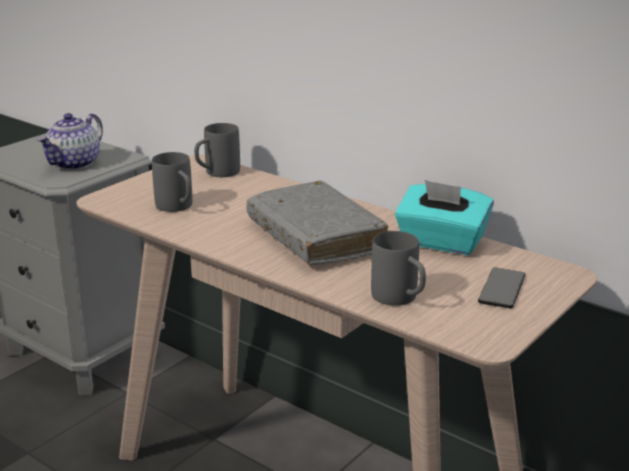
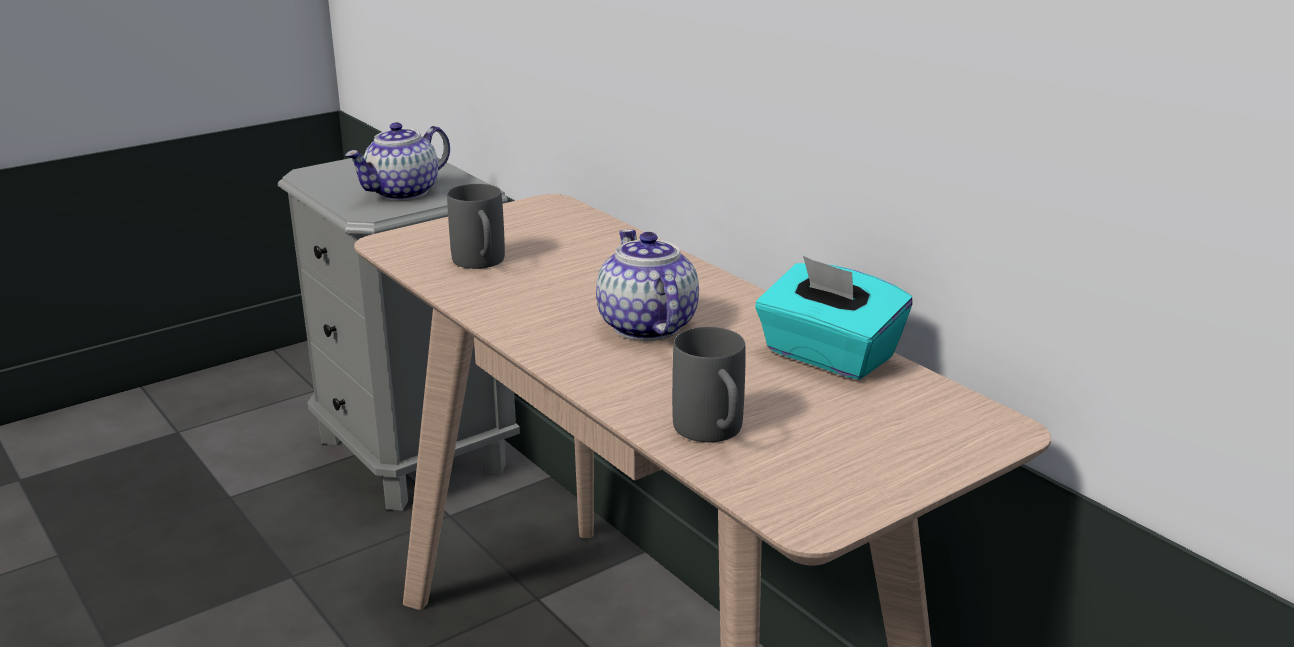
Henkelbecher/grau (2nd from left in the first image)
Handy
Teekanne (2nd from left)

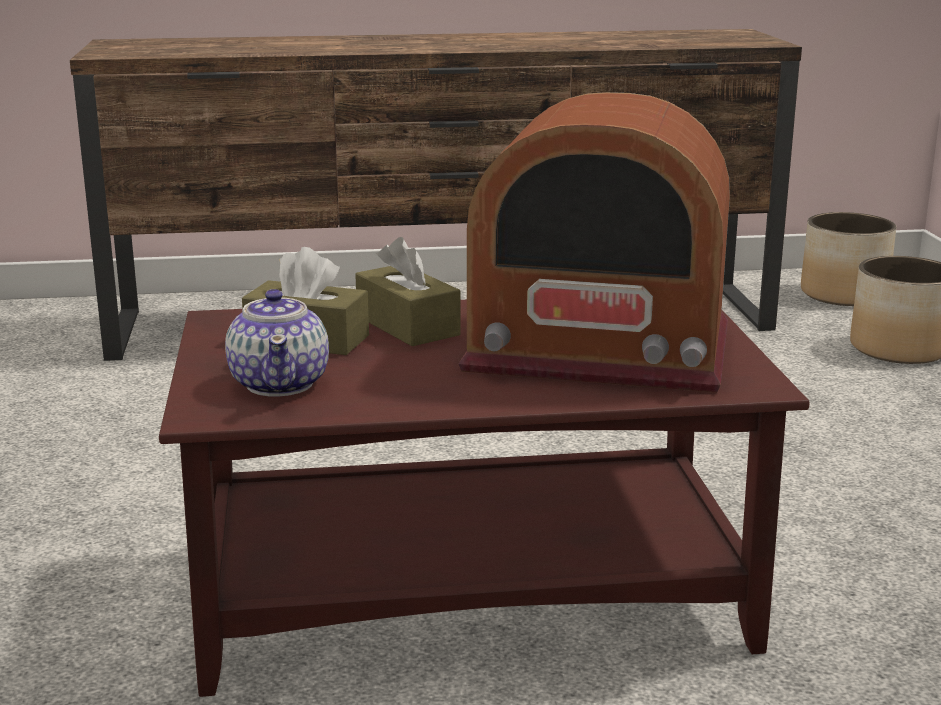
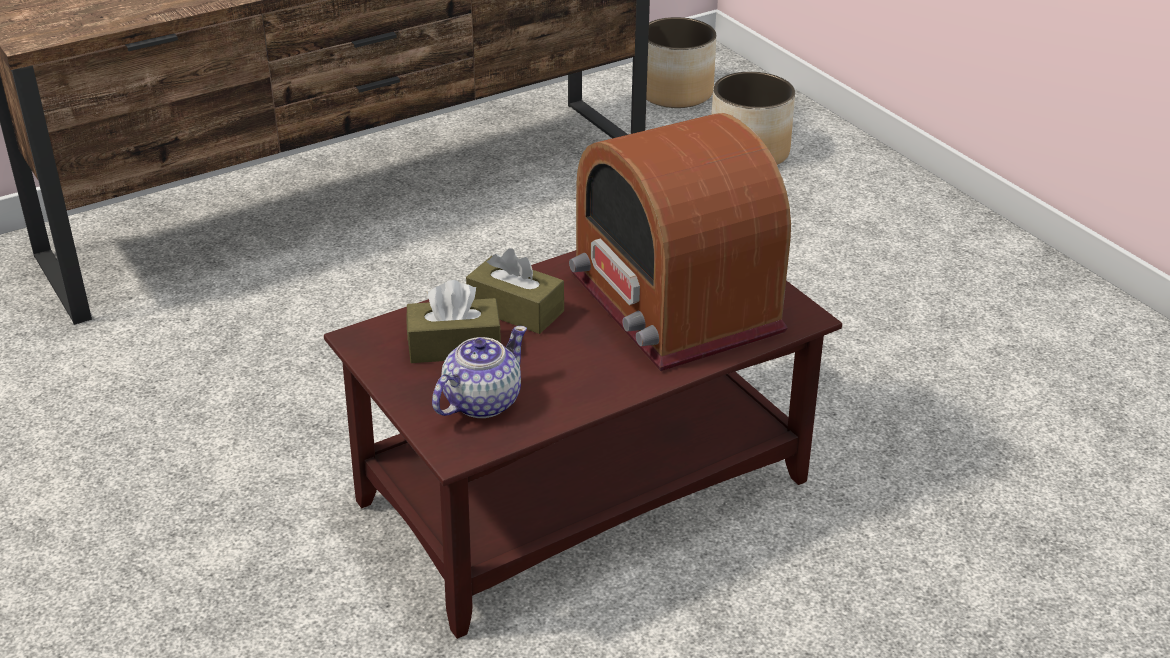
Teekanne
Radio

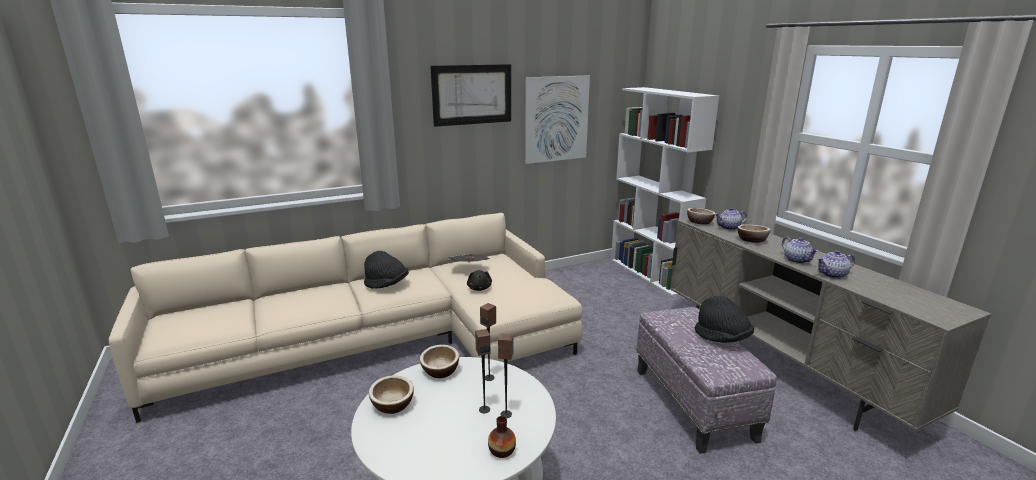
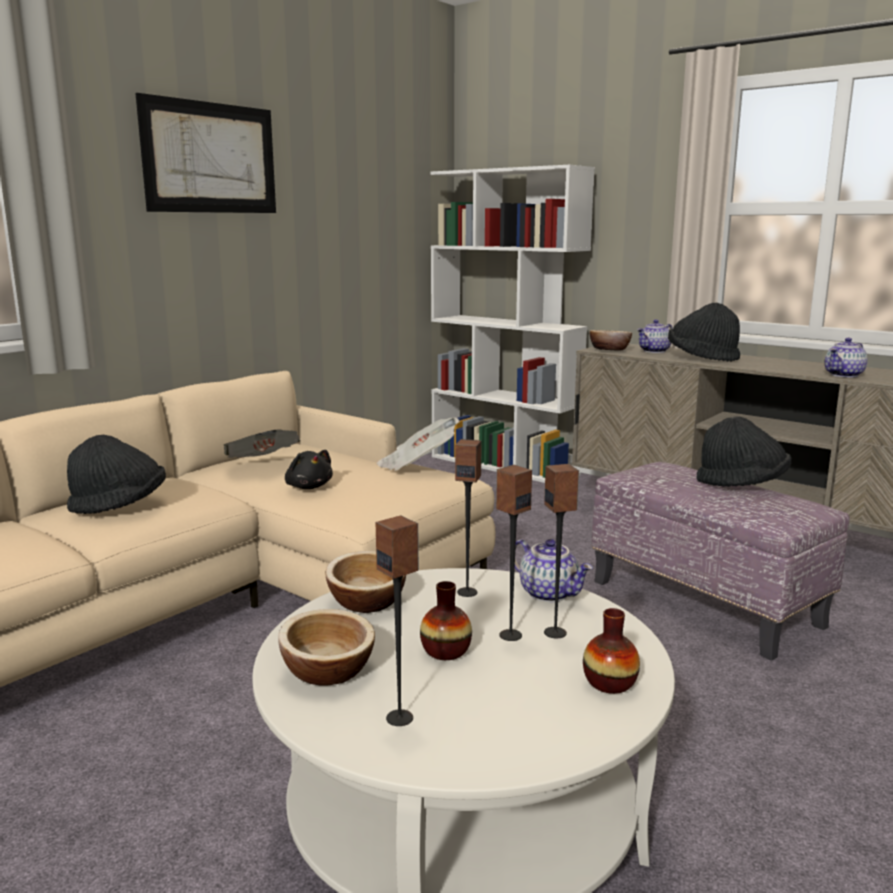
Bild (2nd from left in the first image)
Lautsprecher (1st from left)
Zeitung (2nd from left)
Vase (1st from left)
Teekanne (1st from left)
Hut/schwarz (2nd from left)

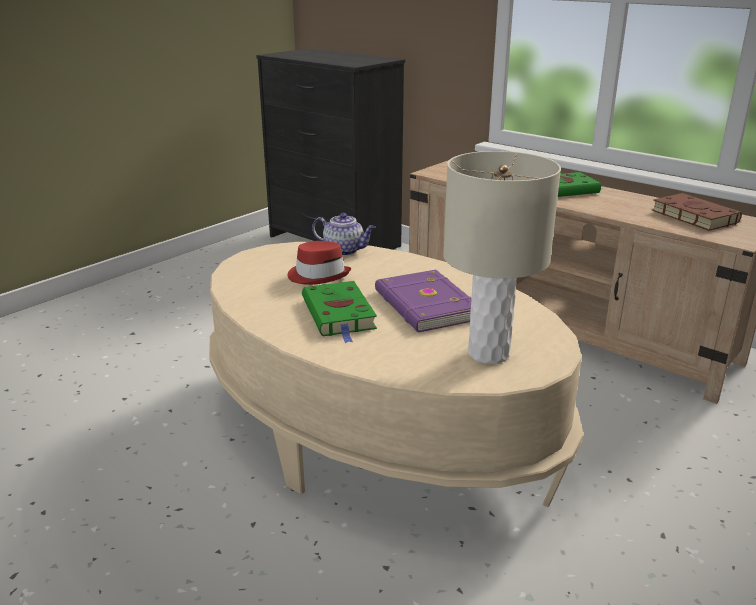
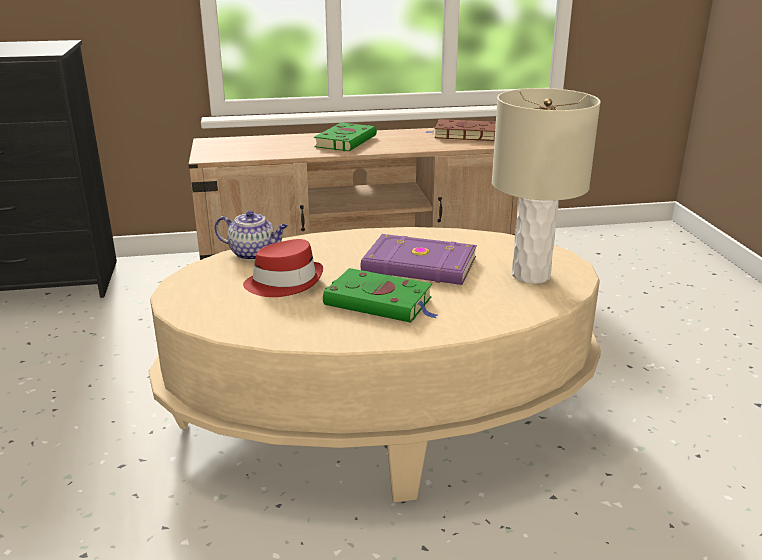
Teekanne

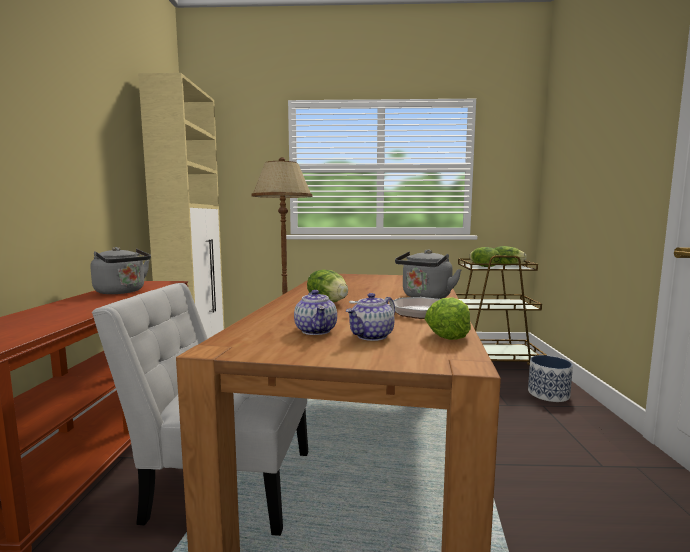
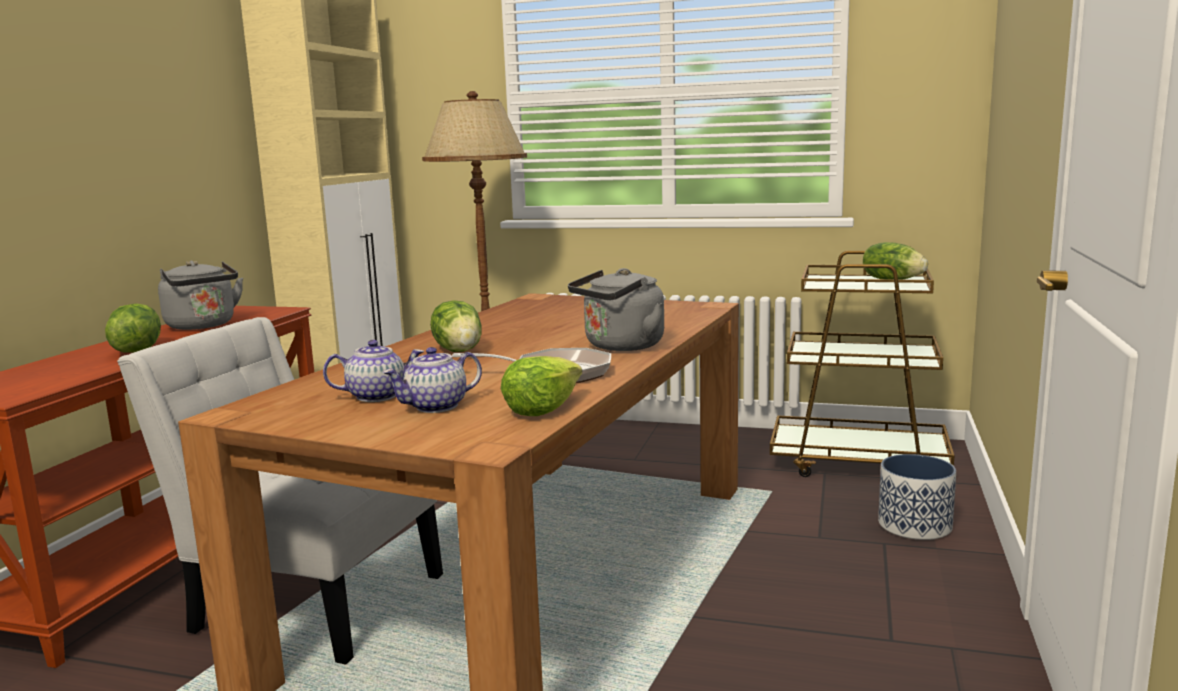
Salatkopf (1st from left)
Teekanne (1st from left)

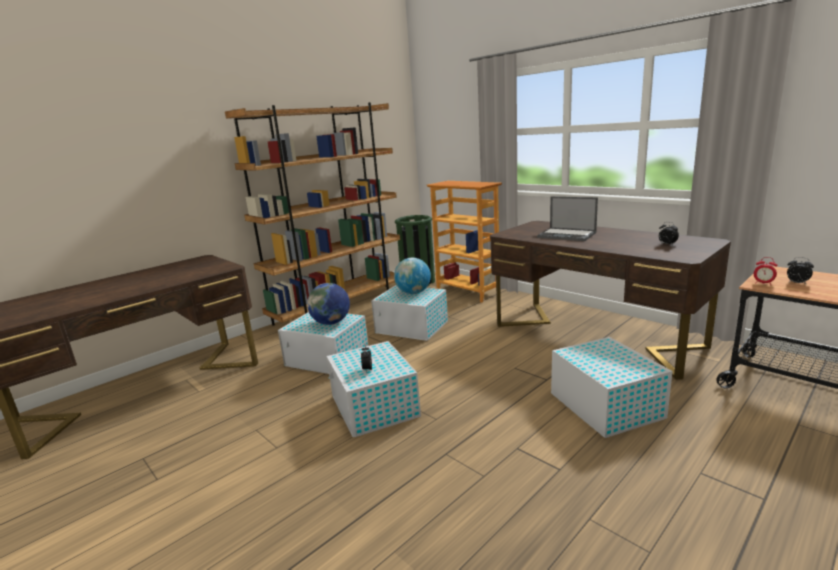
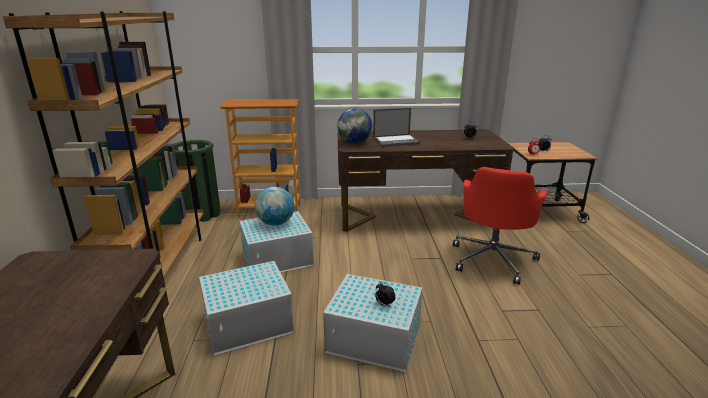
Globus (2nd from left)
Bürostuhl/rot

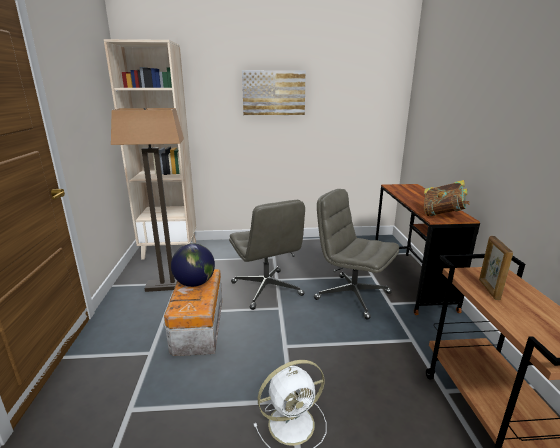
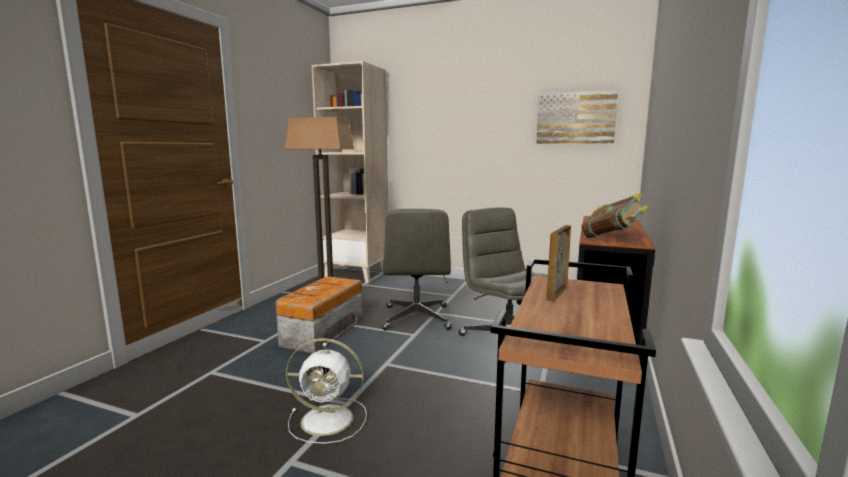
Globus
Bild

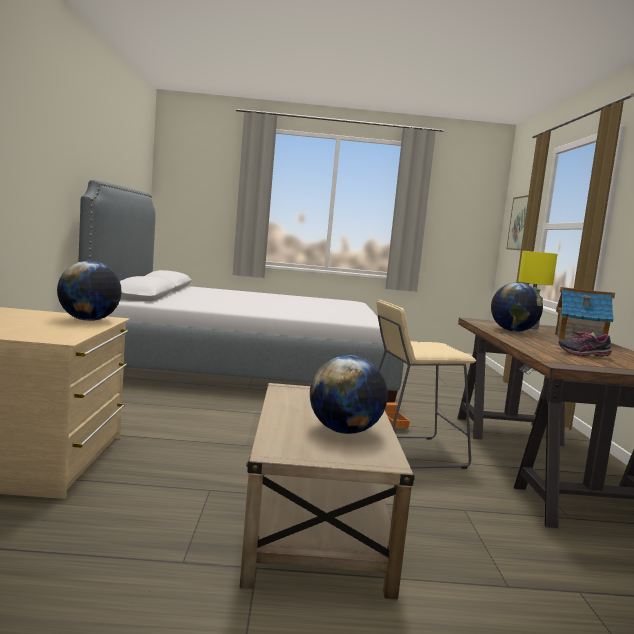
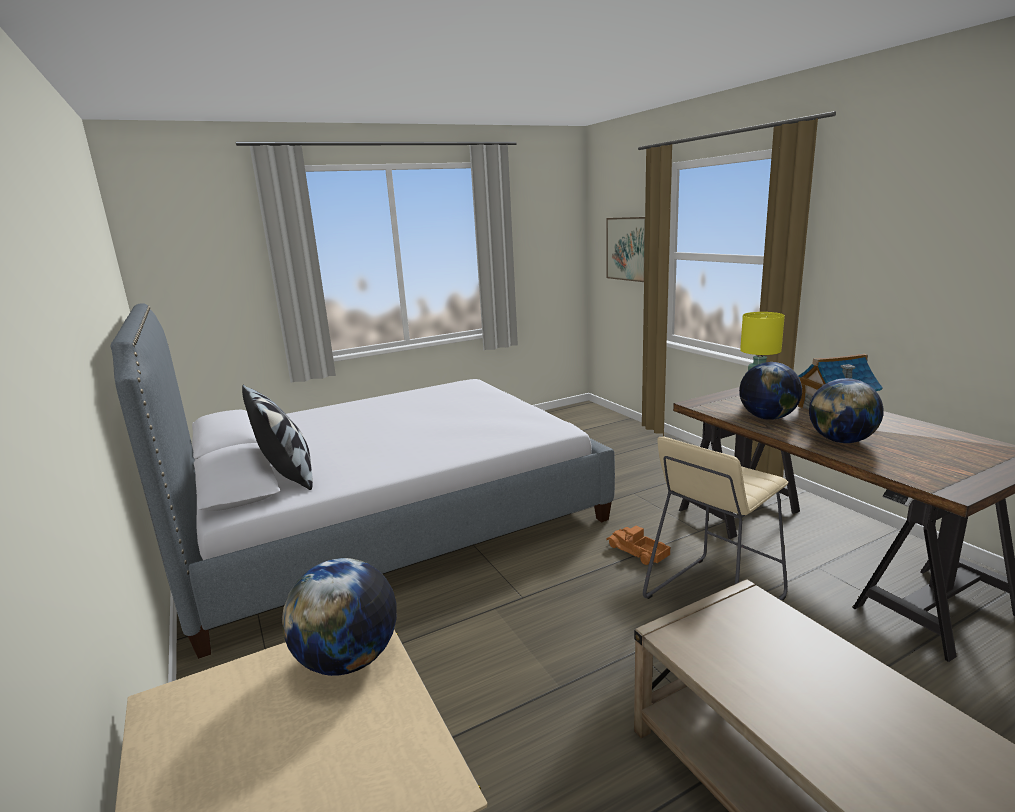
Schuh
Kissen
Globus (3rd from left)

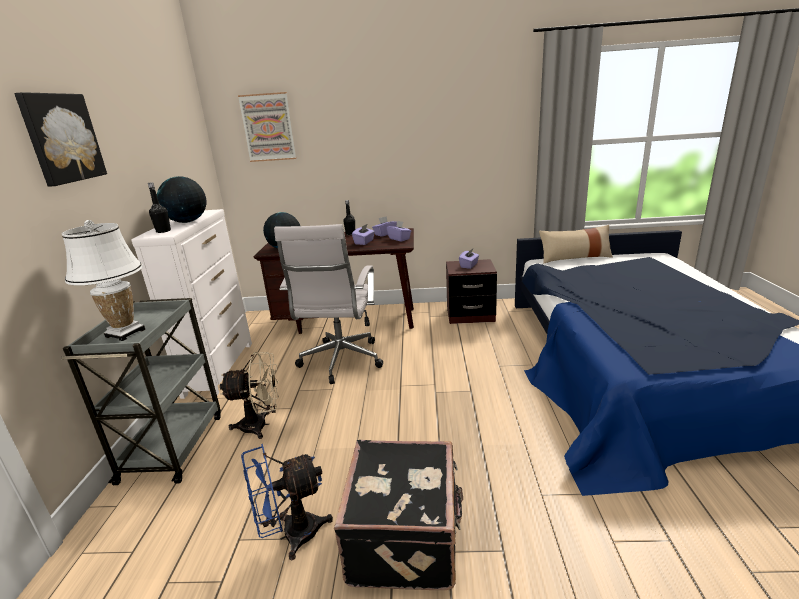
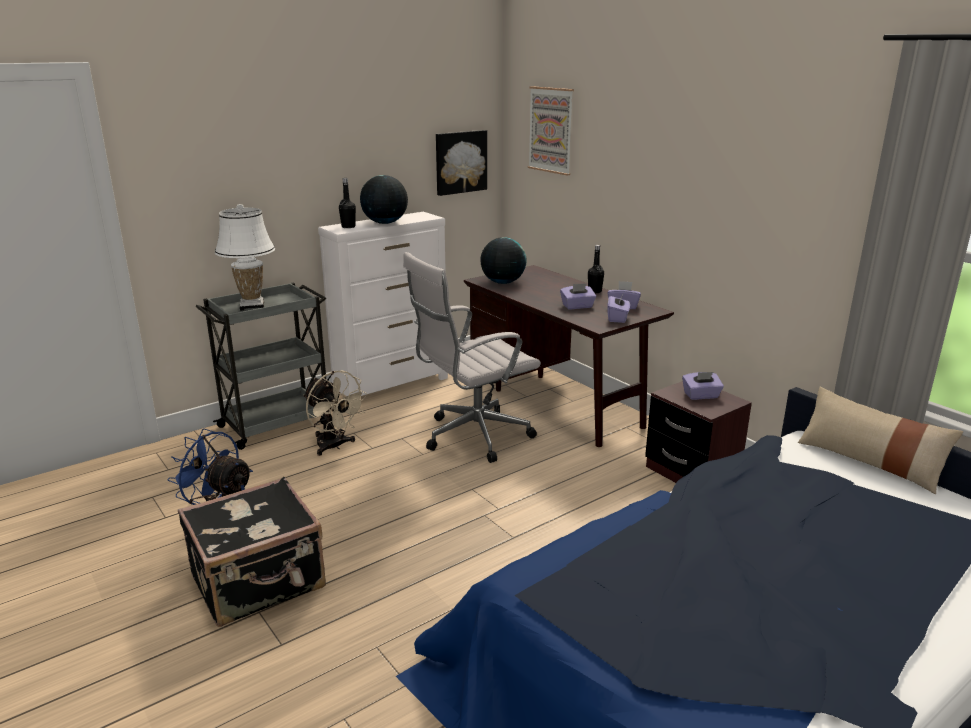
Bild (1st from left)

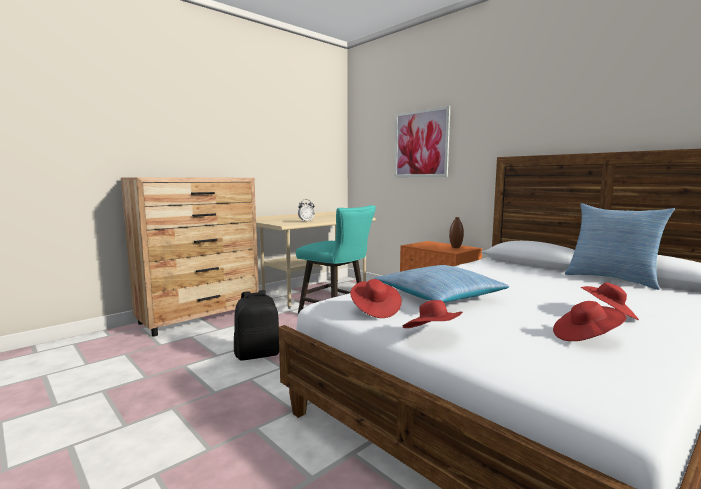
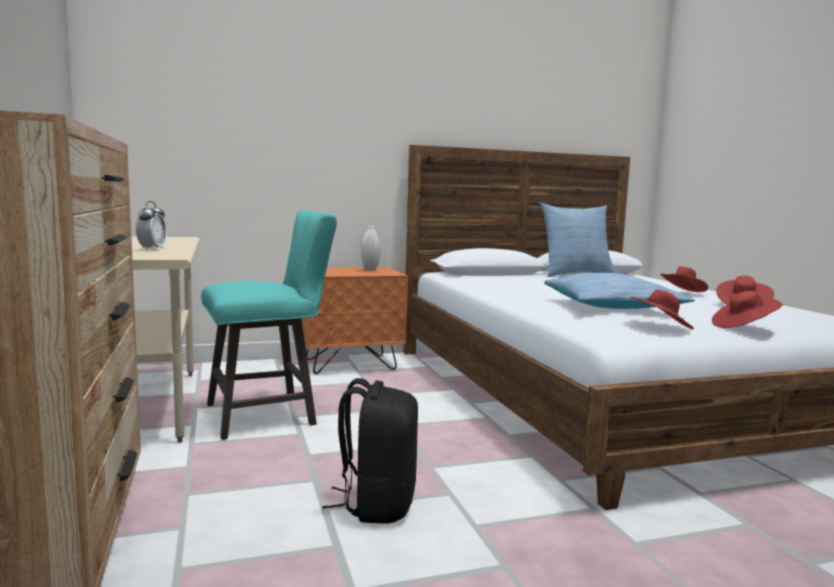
Bild
Vase/weiß

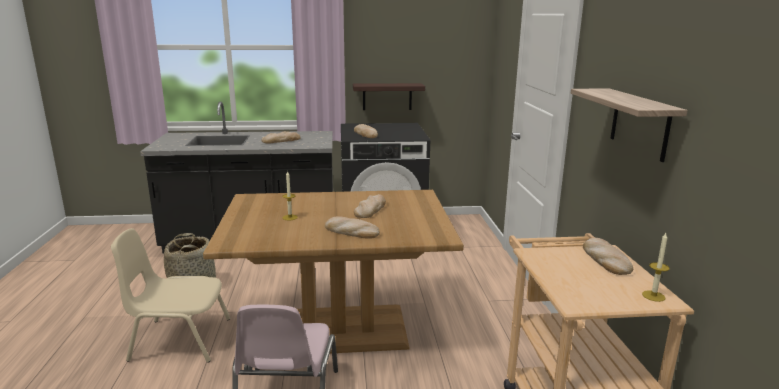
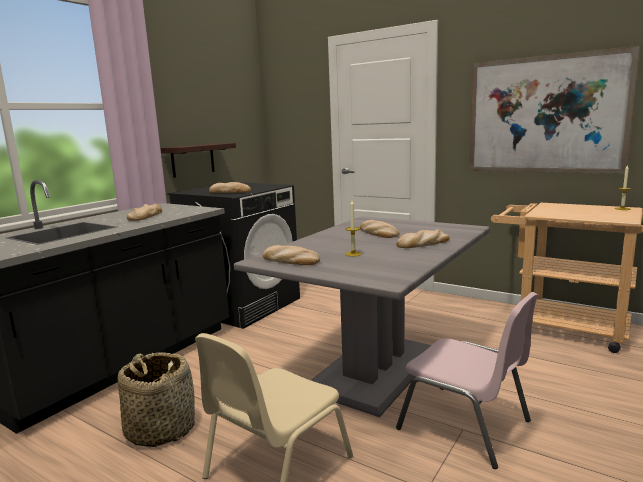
Brot (3rd from left)
Bild
Esstisch/grau

